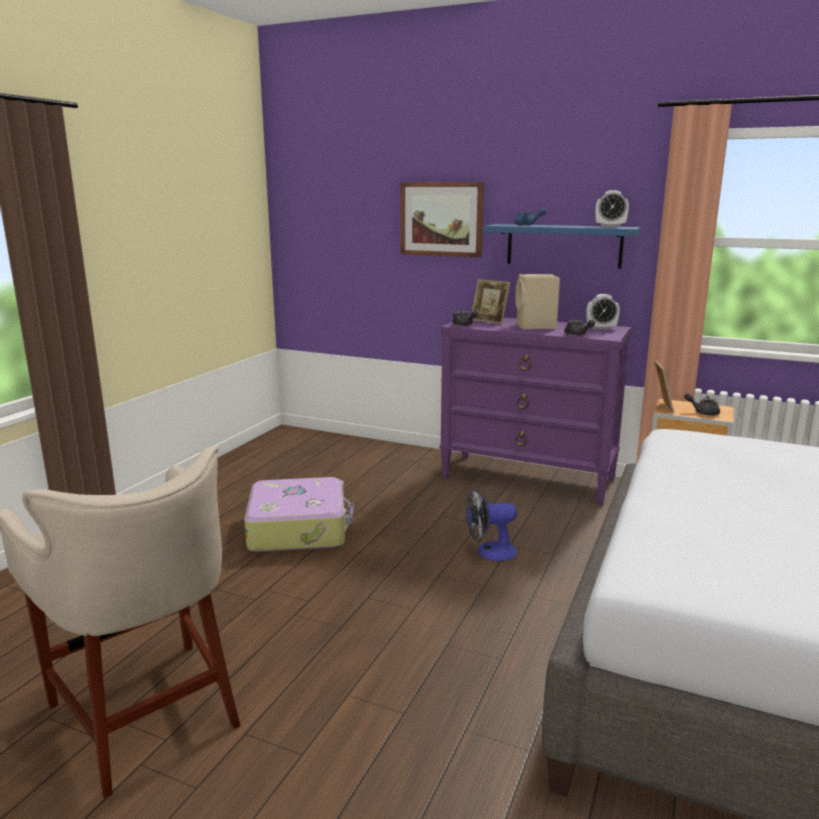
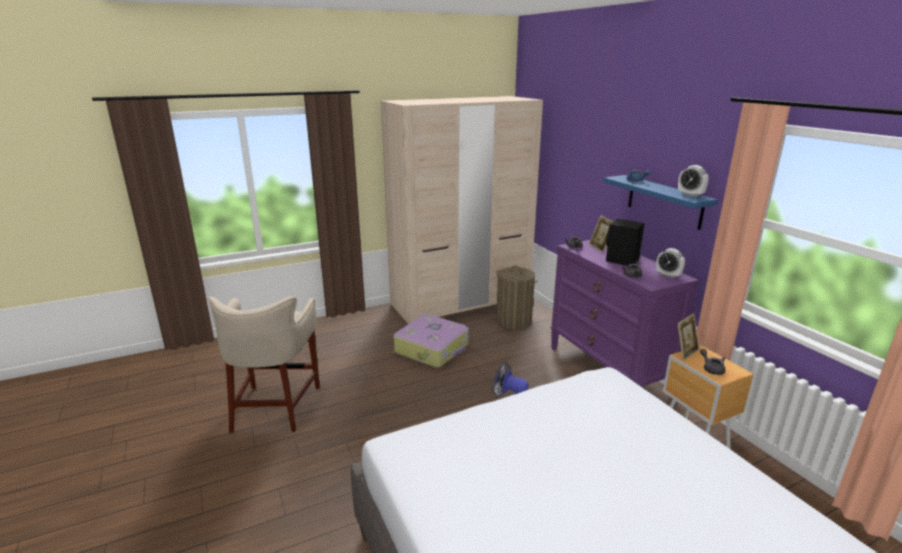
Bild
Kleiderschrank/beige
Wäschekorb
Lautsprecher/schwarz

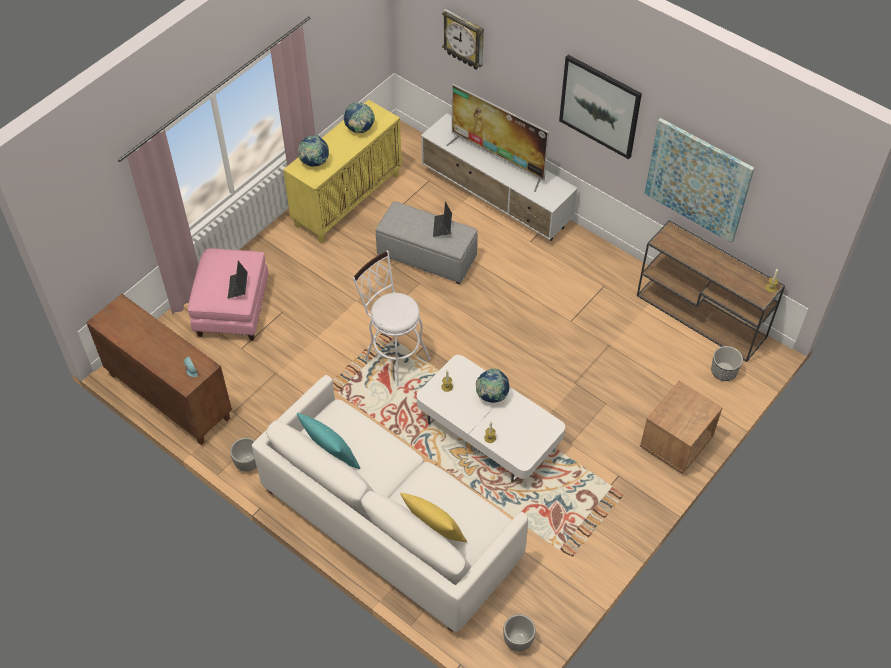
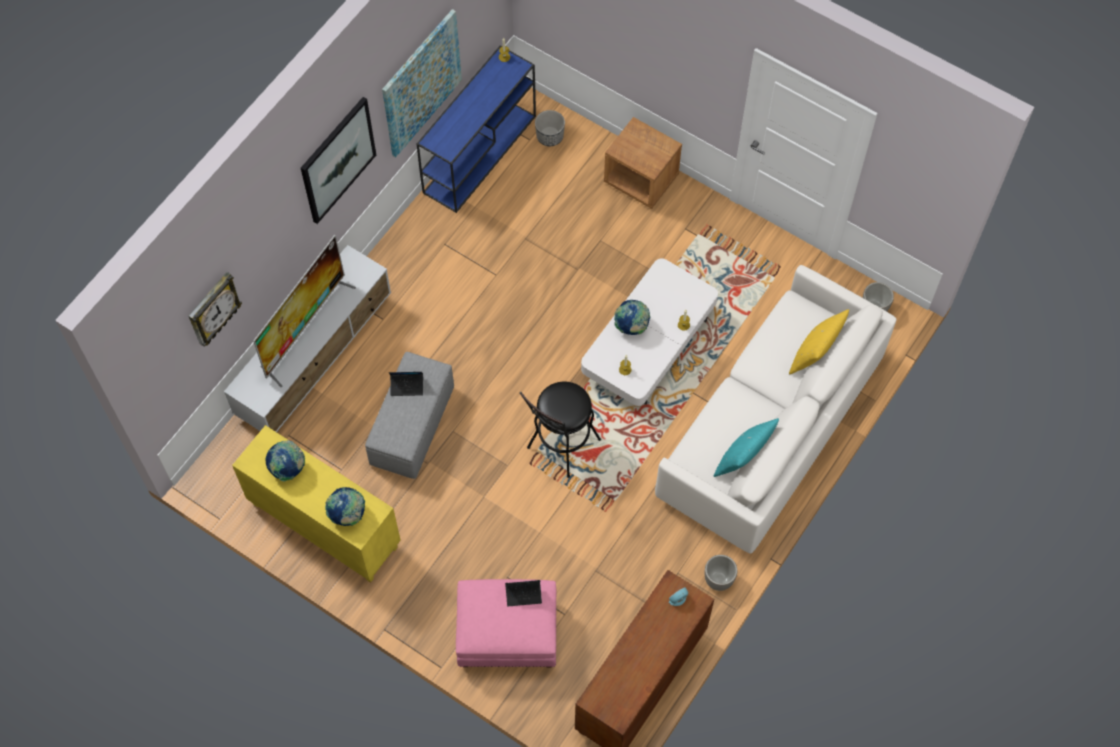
Hocker/schwarz
Konsolentisch/blau

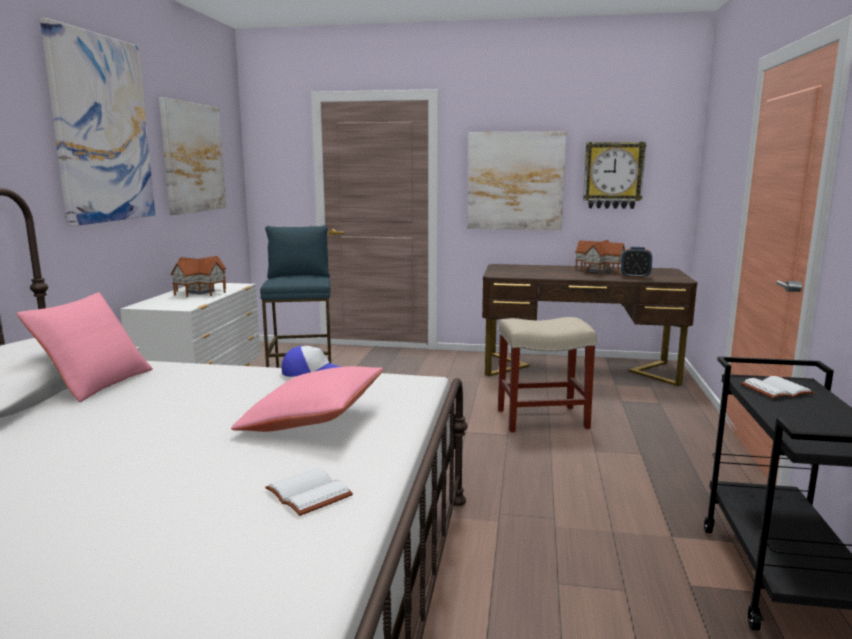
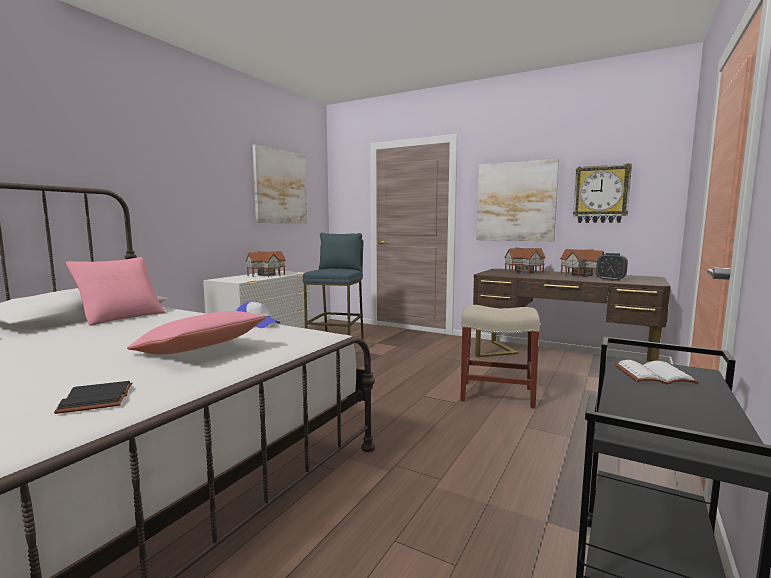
Bild (1st from left in the first image)
Spielzeughaus (2nd from left)
Buch/schwarz

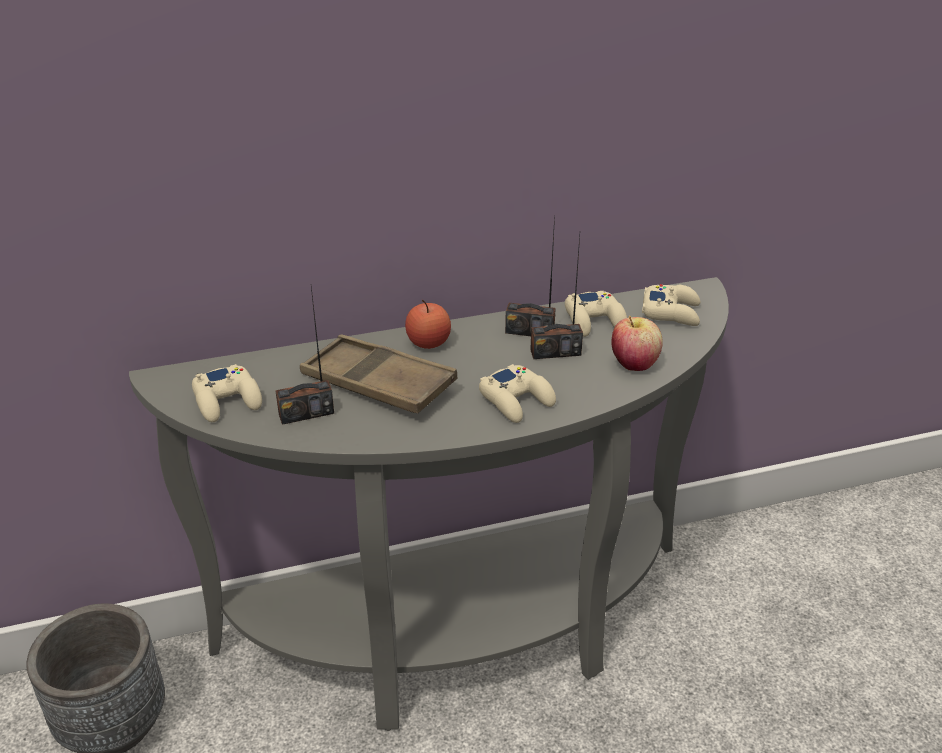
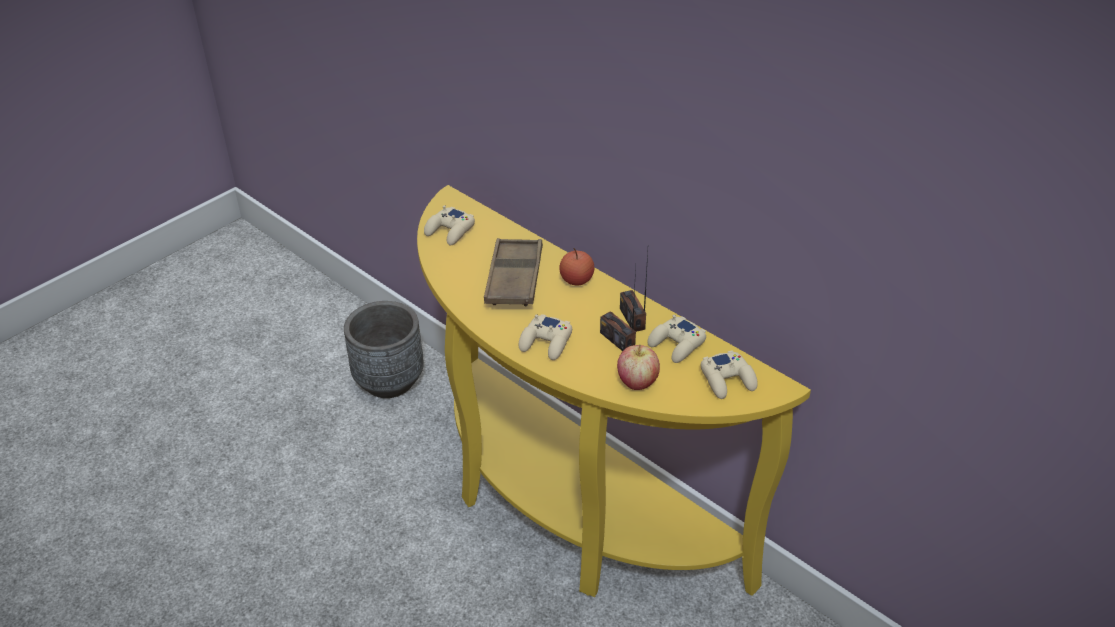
Radio (1st from left in the first image)
Konsolentisch/gelb

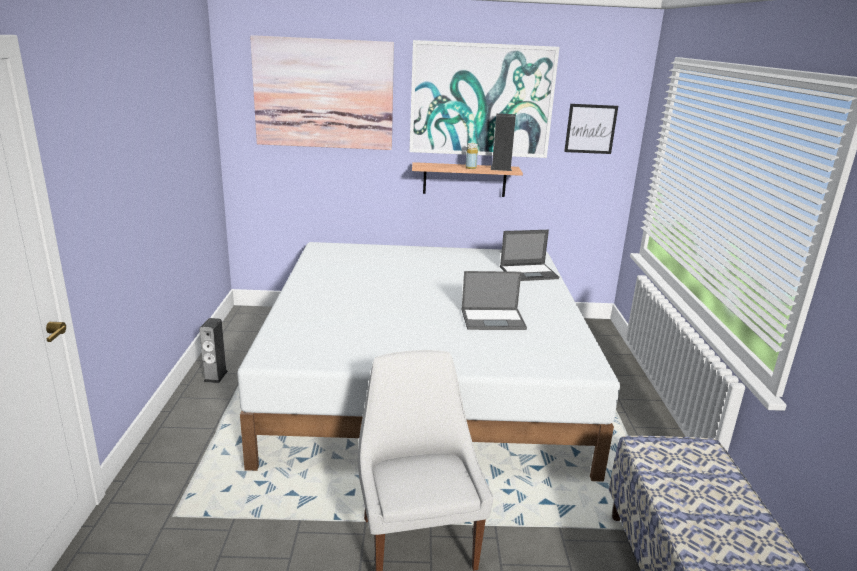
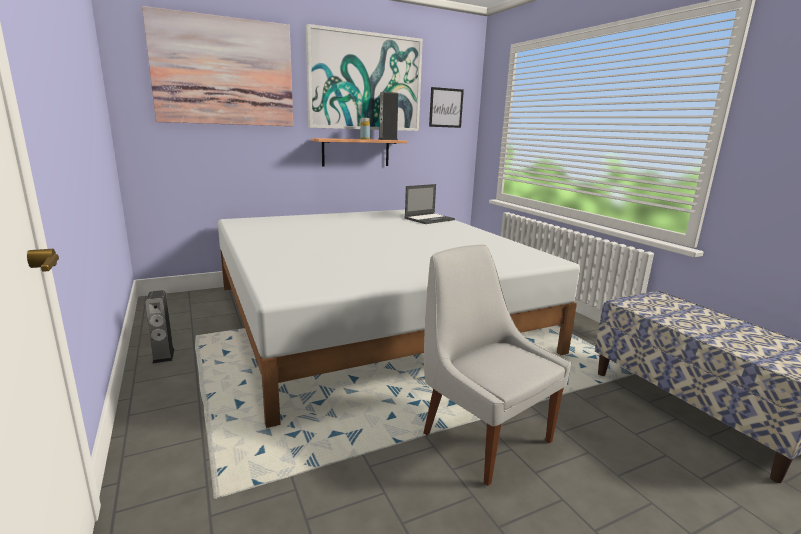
Laptop (1st from left in the first image)

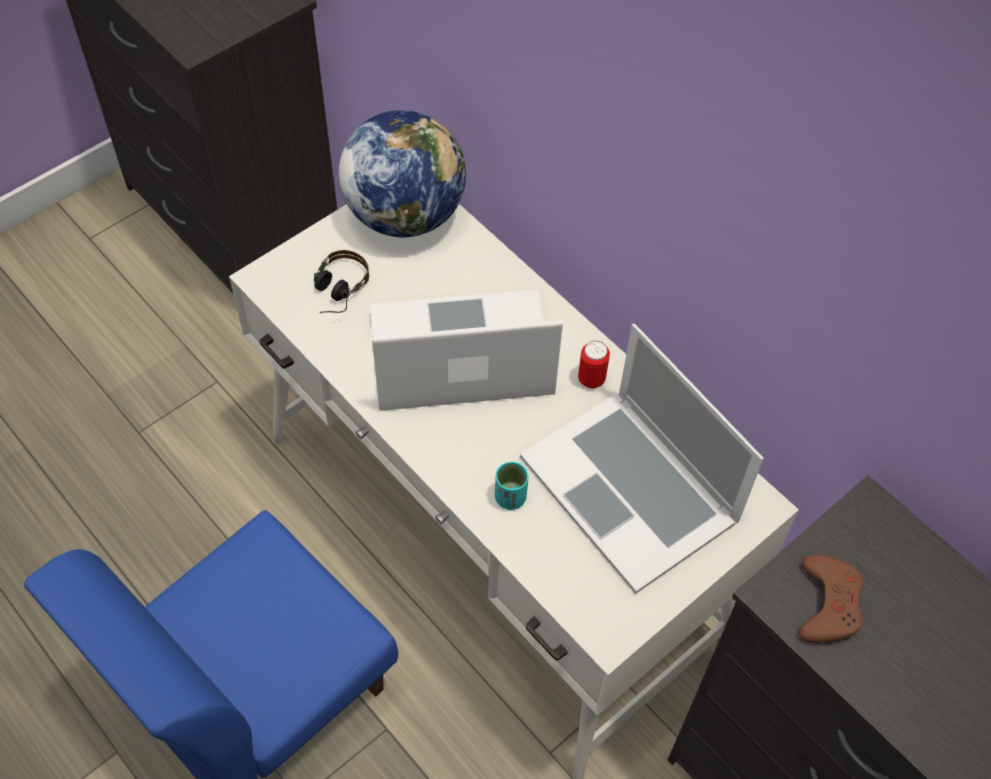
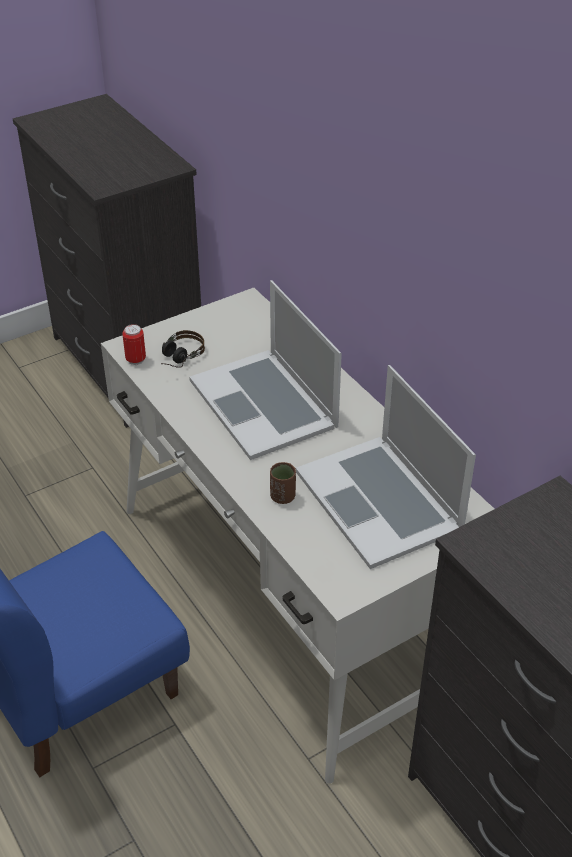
Globus
Gamepad/braun
Dose
Tasse/braun
Laptop (1st from left)

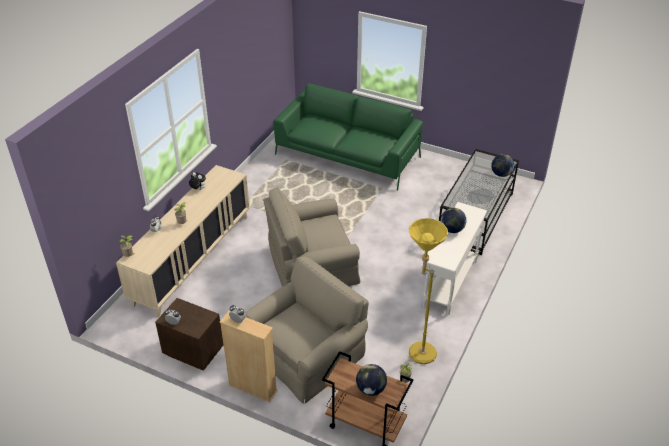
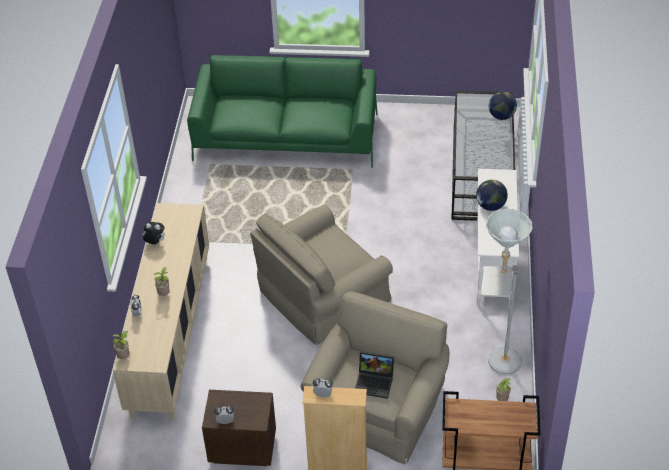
Globus (1st from left in the first image)
Laptop
Stehlampe/grau

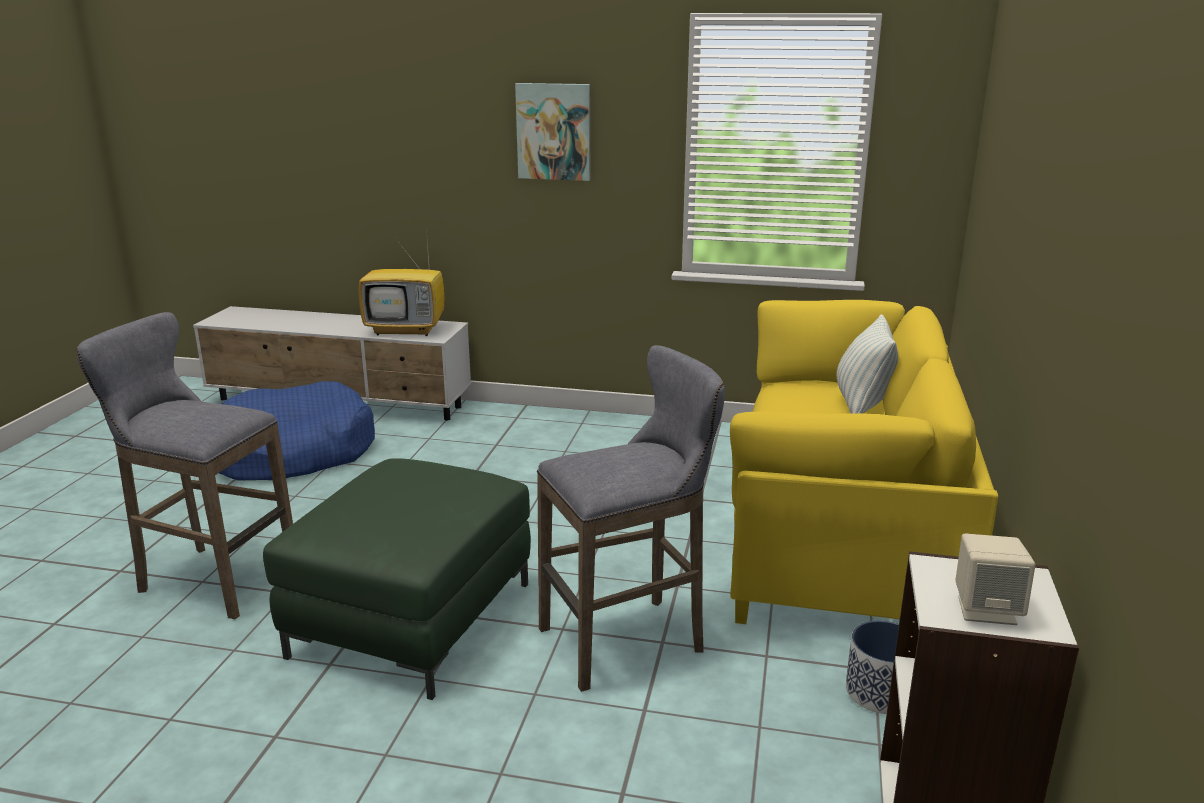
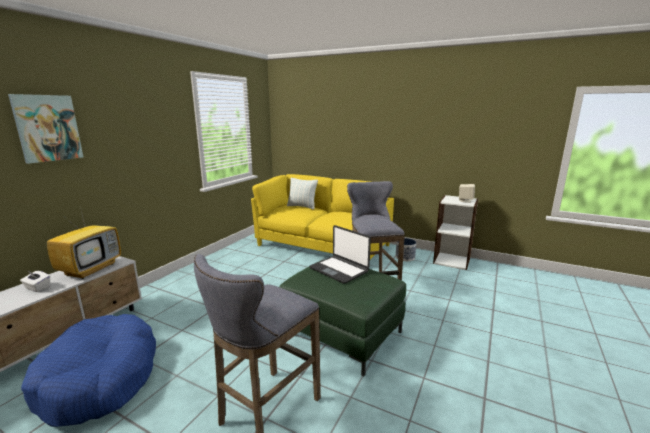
Taschentuchbox/weiß
Laptop
Bild

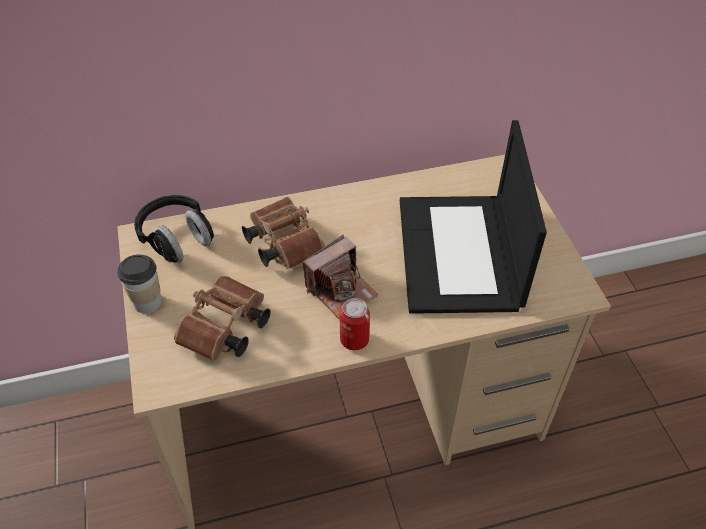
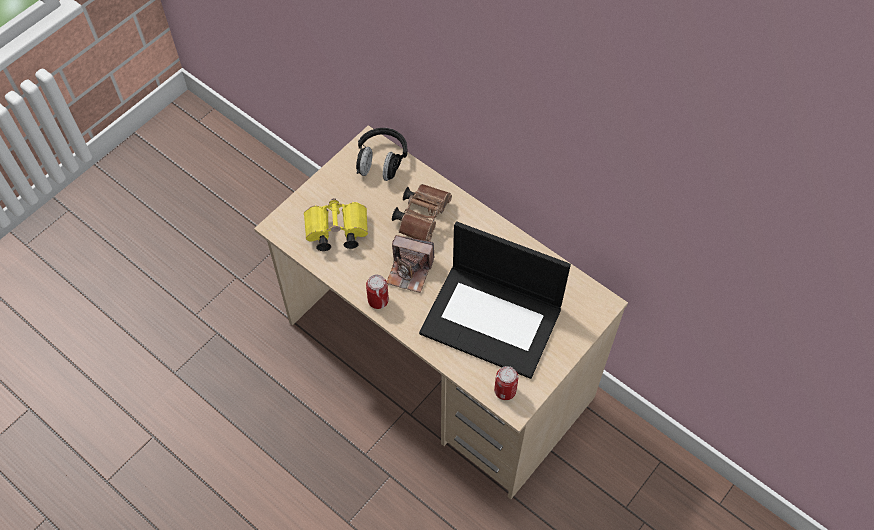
Tasse
Dose (2nd from left)
Fernglas/gelb
Laptop

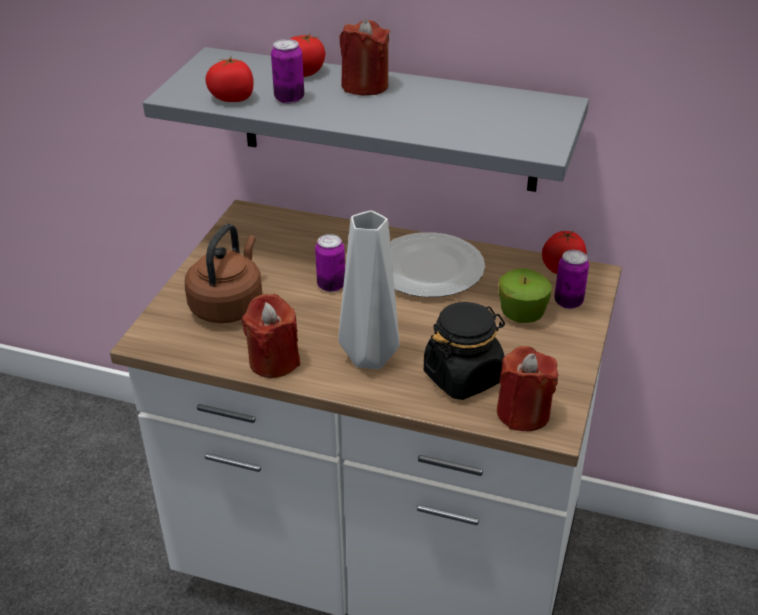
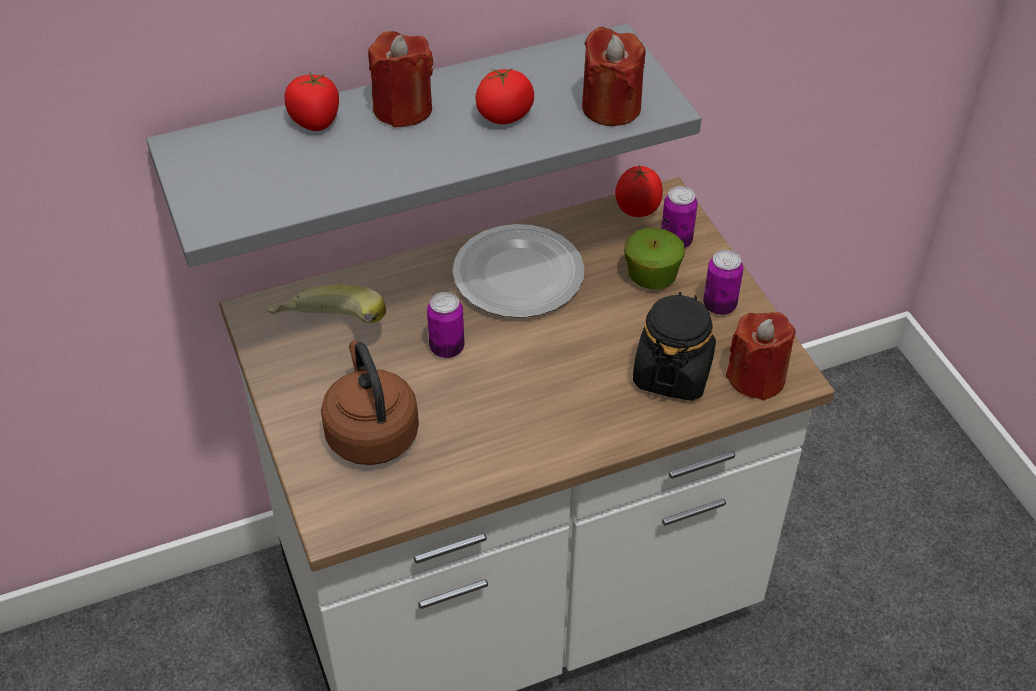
Vase/grau
Banane
Tomate (2nd from left)
Kerze/rot (2nd from left)
Dose (3rd from left)

